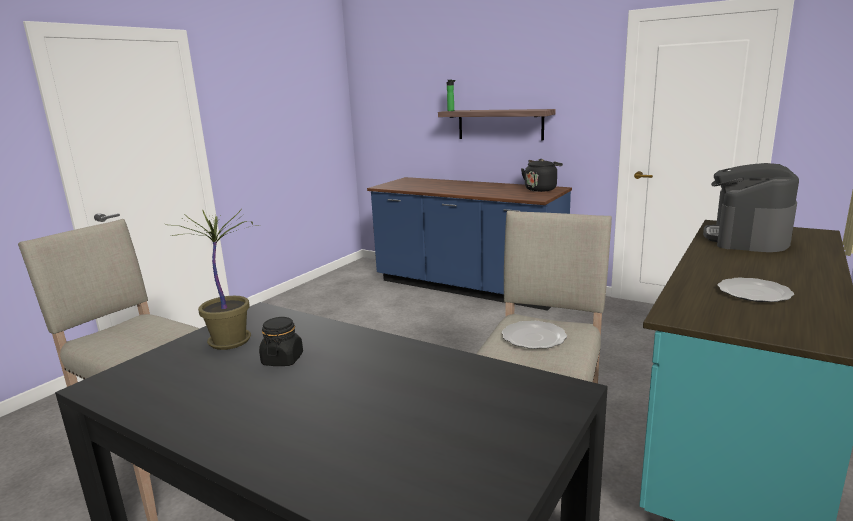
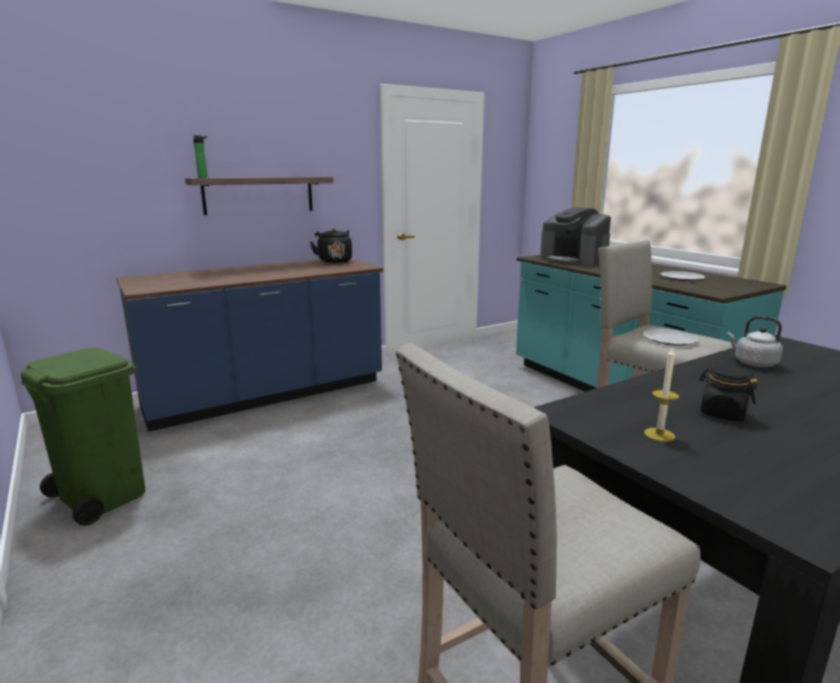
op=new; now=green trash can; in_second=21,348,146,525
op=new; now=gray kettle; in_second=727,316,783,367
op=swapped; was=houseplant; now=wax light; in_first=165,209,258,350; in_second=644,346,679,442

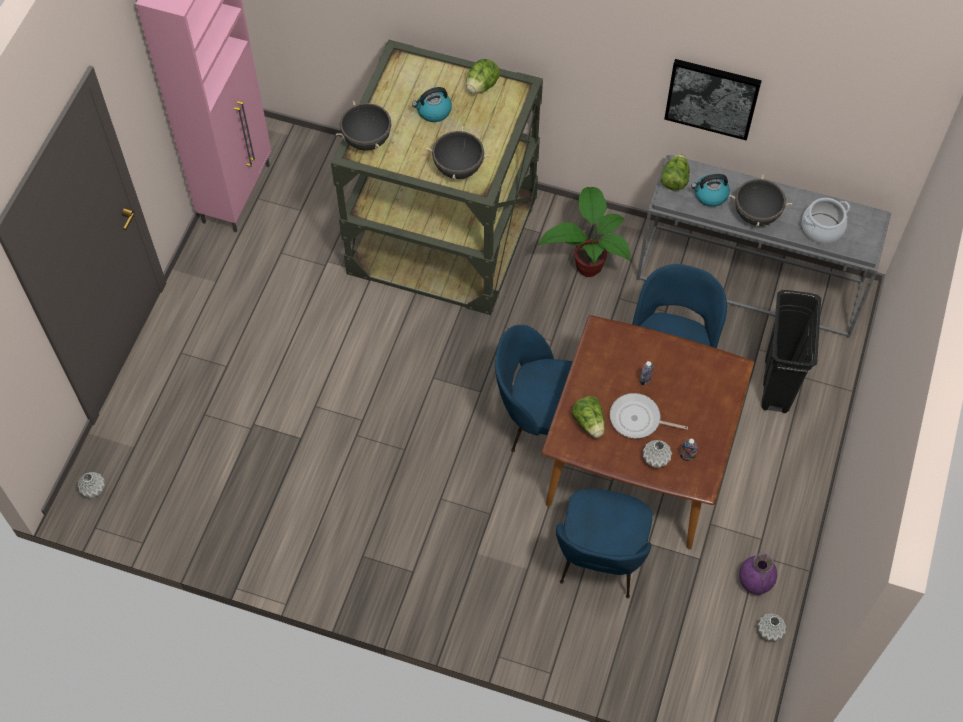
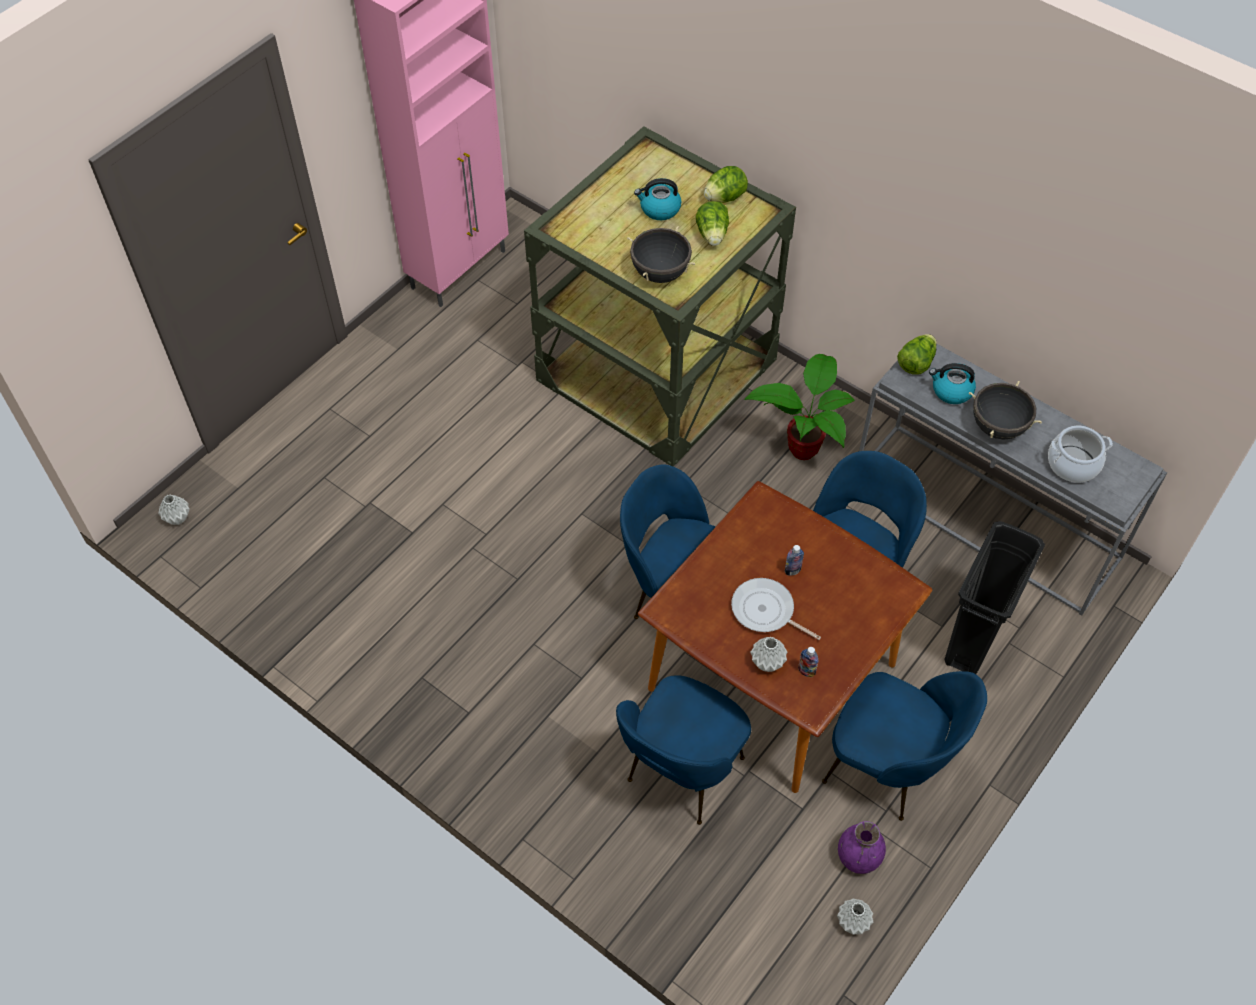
op=gone; was=black-coloured stockpot; in_first=336,101,395,151
op=gone; was=picture; in_first=664,59,762,141
op=new; now=blue-coloured upright chair; in_second=822,671,987,821
op=shifted; was=lettuce; in_first=572,396,605,438; in_second=696,201,729,246

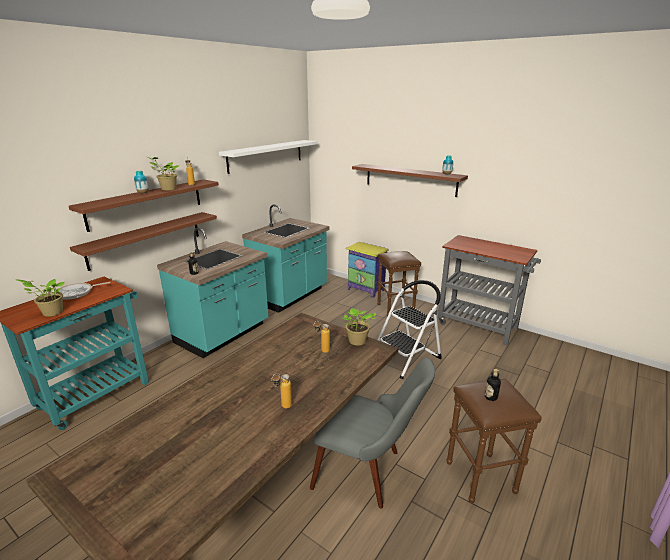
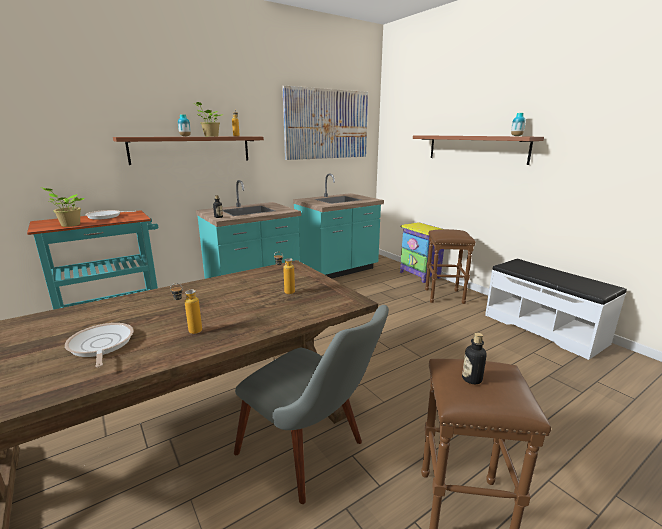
op=gone; was=brown wall shelf; in_first=70,212,217,271
op=gone; was=houseplant; in_first=342,308,376,346
op=gone; was=stepladder; in_first=378,280,442,379
op=new; now=frying pan; in_second=65,323,133,367
op=swapped; was=white-coloured wall shelf; now=picture; in_first=219,140,317,174; in_second=282,86,368,160
op=swapped; was=gray wheeled cart; now=white-coloured bench; in_first=438,235,541,345; in_second=485,259,627,360

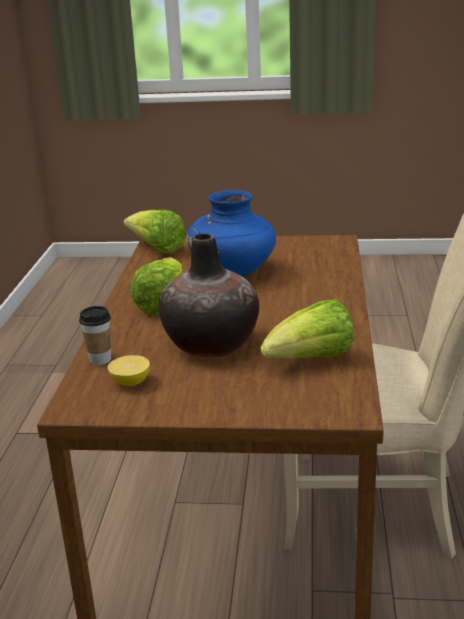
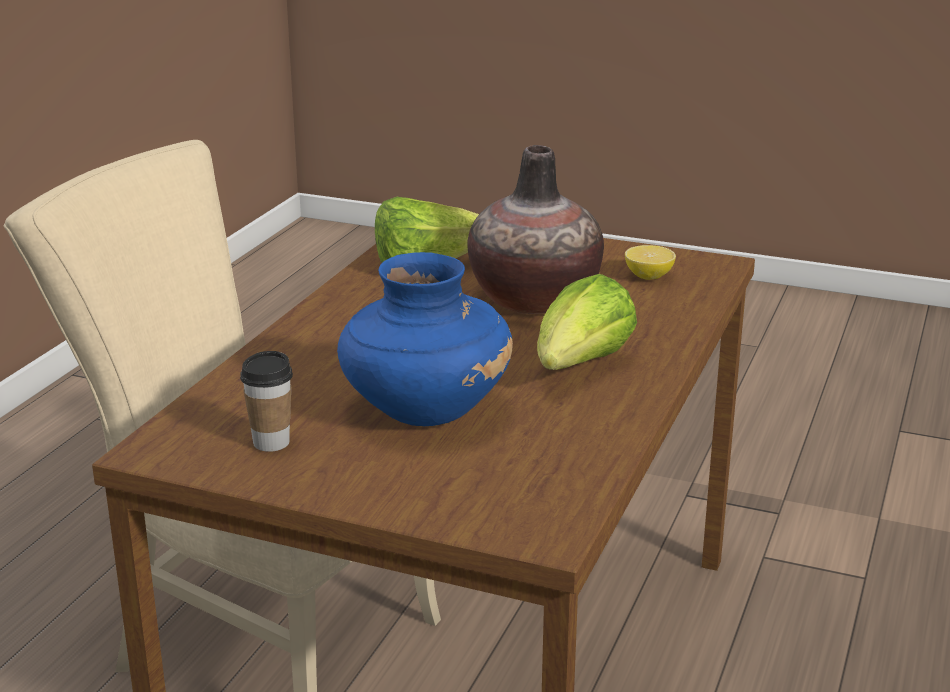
op=gone; was=lettuce; in_first=124,210,186,254
op=shifted; was=drinking cup; in_first=79,306,111,365; in_second=240,351,293,452

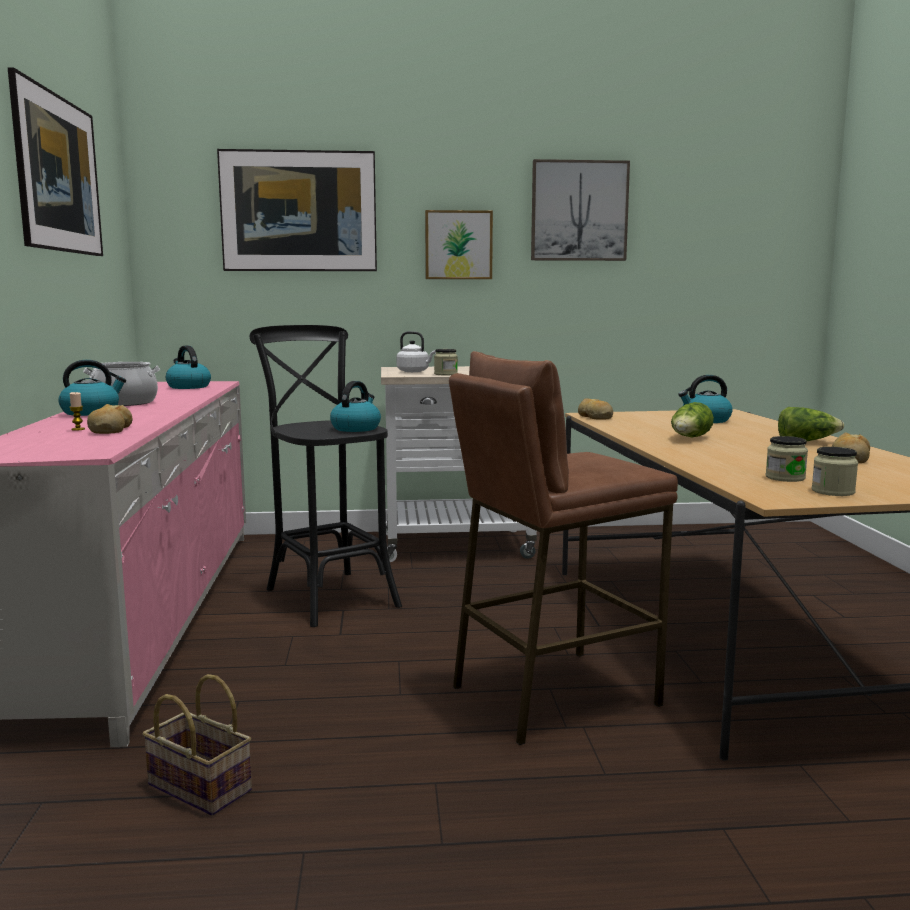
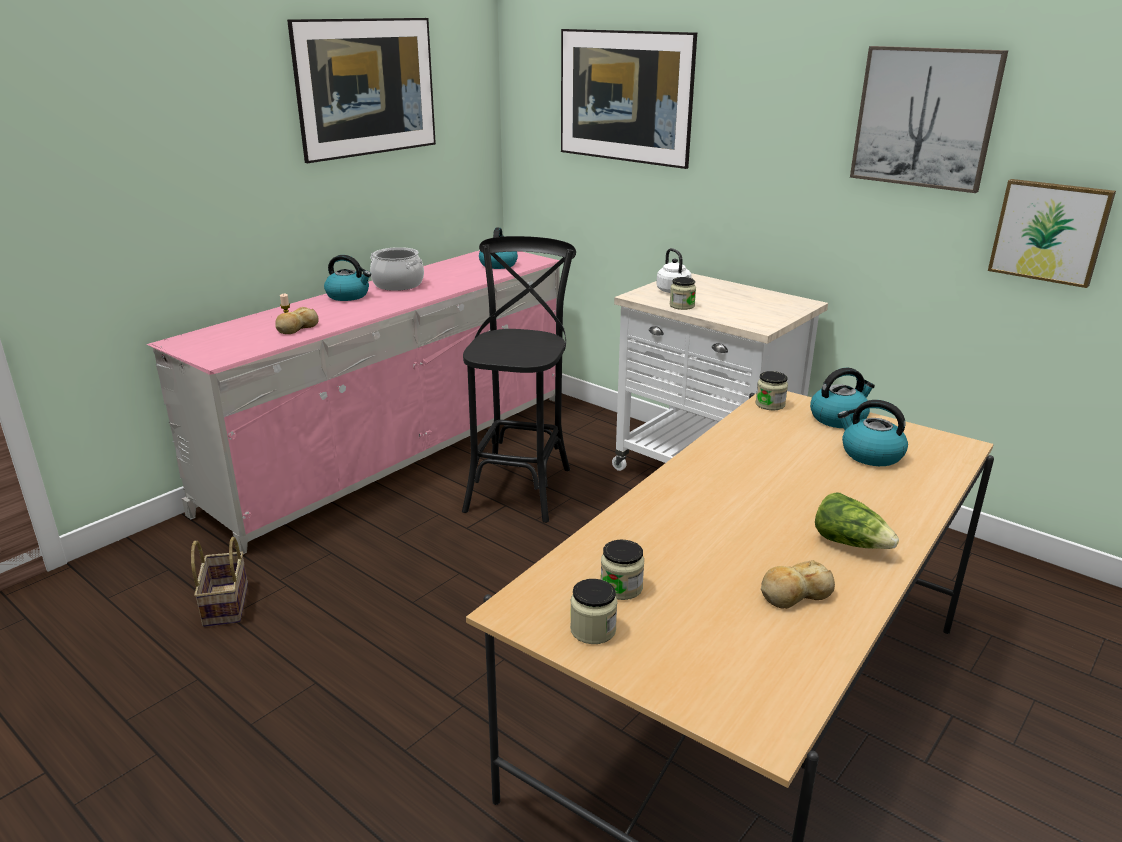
op=gone; was=brown stool; in_first=449,351,678,745
op=gone; was=lettuce; in_first=671,402,714,437
op=shifted; was=kettle; in_first=330,381,381,432; in_second=810,368,875,428
op=shifted; was=picture; in_first=425,210,493,279; in_second=988,179,1116,288
op=swapped; was=baked bread; now=jar; in_first=578,398,613,420; in_second=755,371,788,410

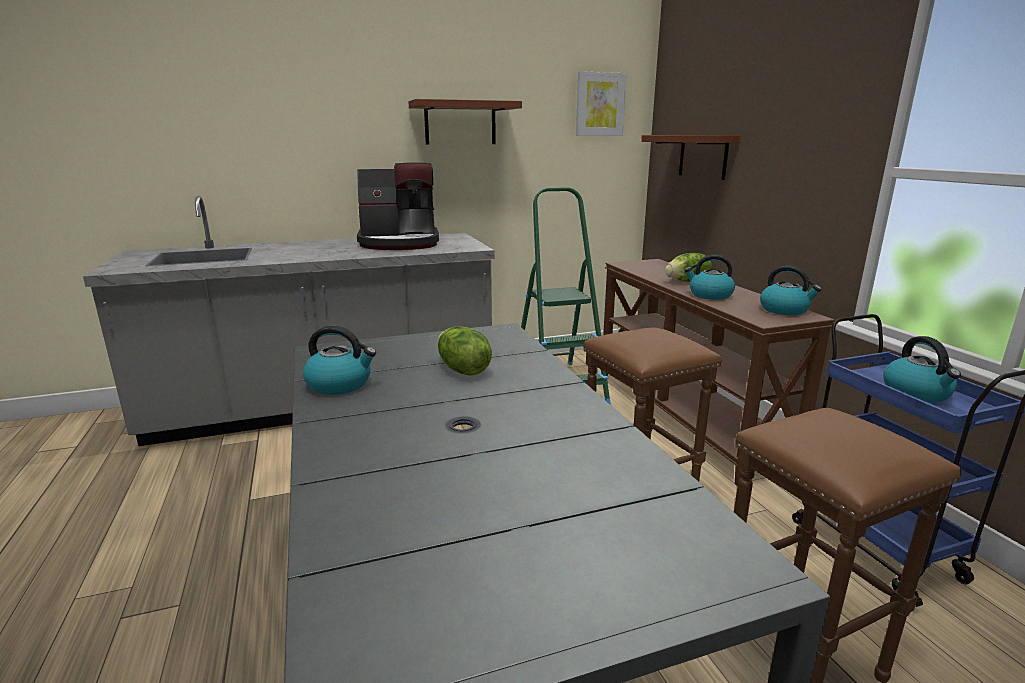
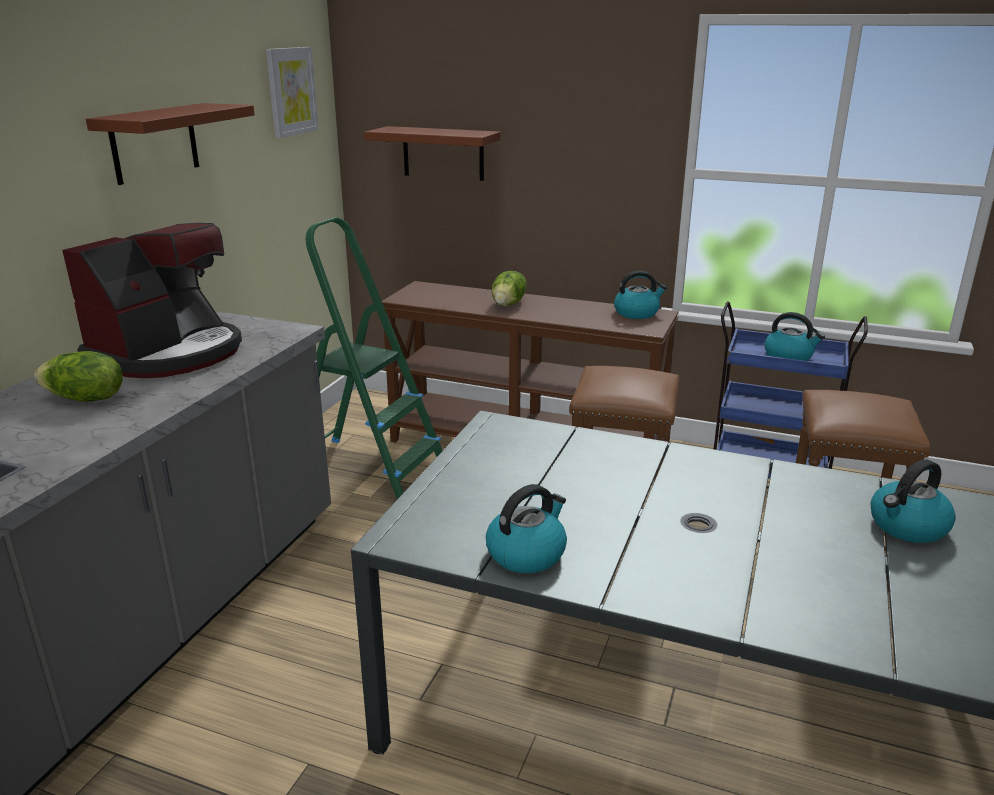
op=shifted; was=lettuce; in_first=437,326,492,376; in_second=34,351,123,402
op=shifted; was=kettle; in_first=684,255,735,300; in_second=870,460,956,543

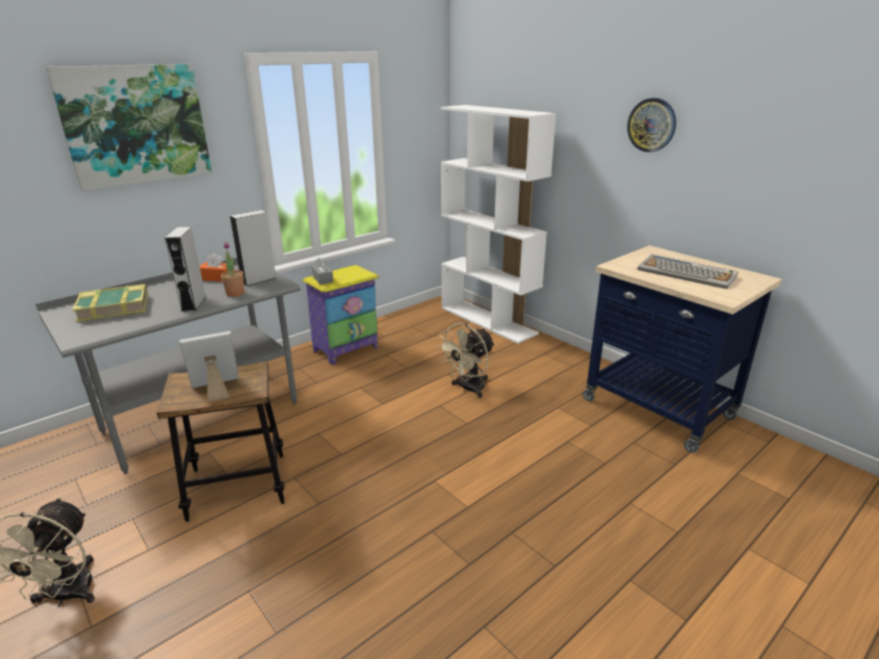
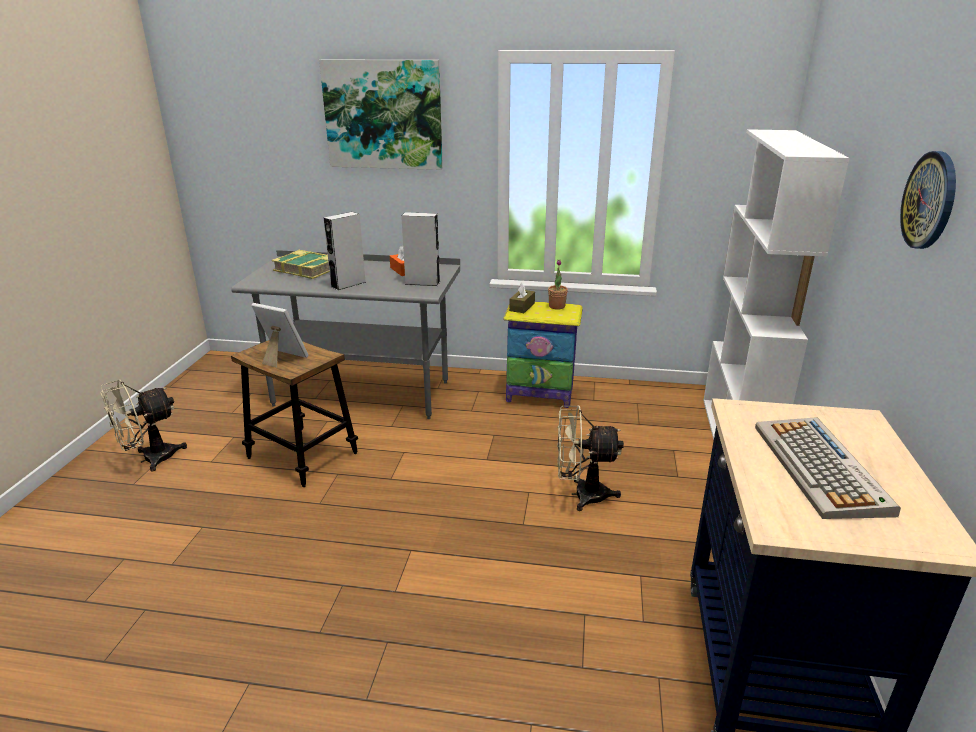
op=shifted; was=houseplant; in_first=221,242,245,297; in_second=548,260,568,309
op=repainted; was=gray box of tissues; now=brown box of tissues; in_first=312,258,333,285; in_second=509,283,535,313

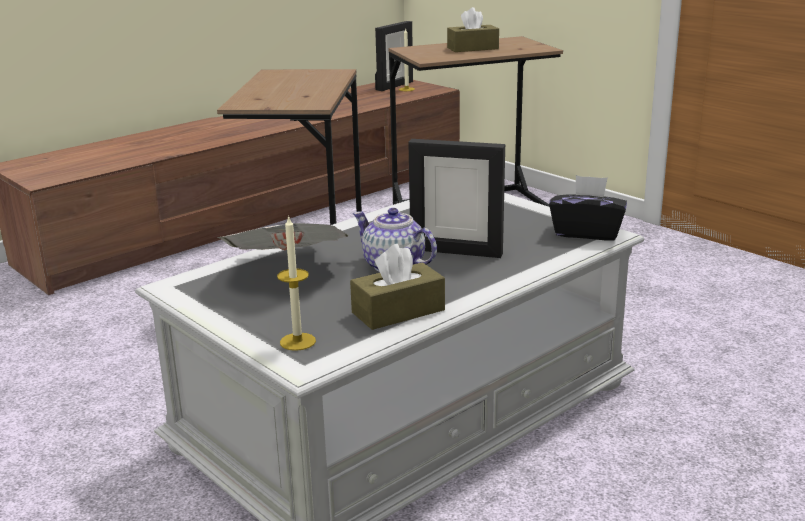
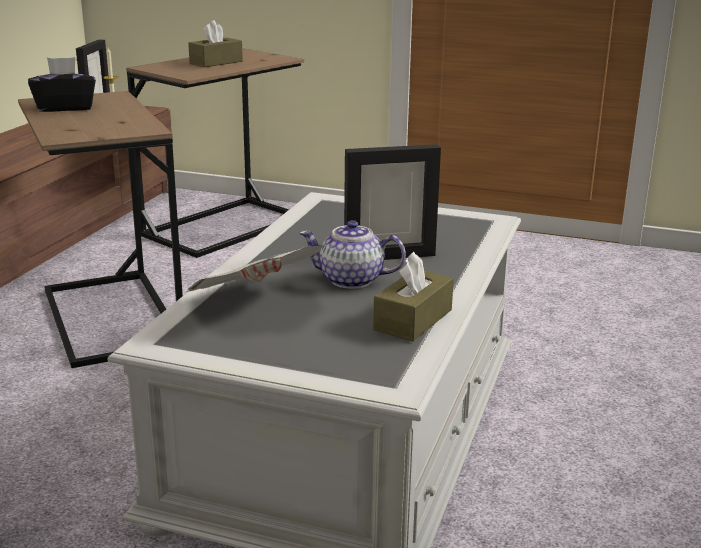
op=gone; was=wax light; in_first=277,215,316,351
op=shifted; was=black-coloured box of tissues; in_first=549,175,627,240; in_second=28,57,96,112

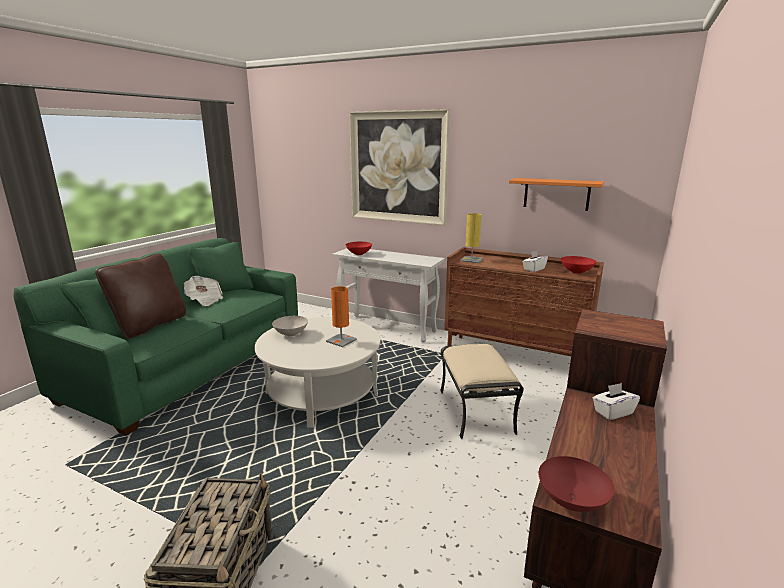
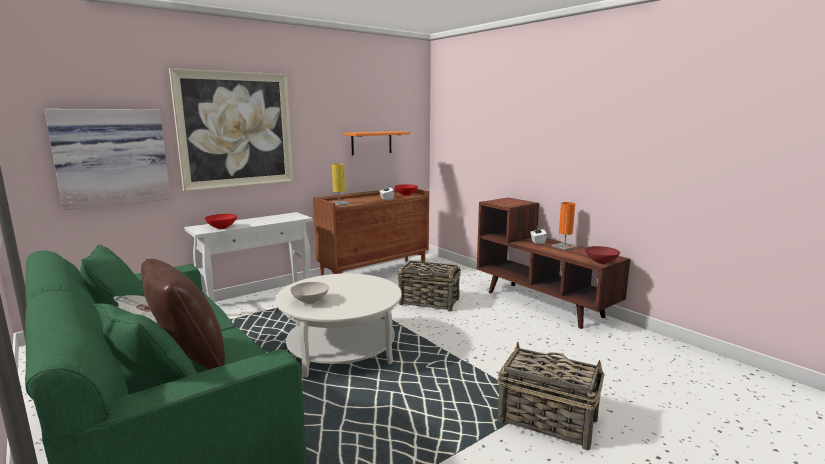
op=new; now=picture; in_second=45,109,171,210
op=shifted; was=orangey lamp for a table; in_first=326,286,357,347; in_second=552,202,578,250
op=swapped; was=sand-coloured pouffe; now=household basket; in_first=440,344,524,439; in_second=397,261,461,312

